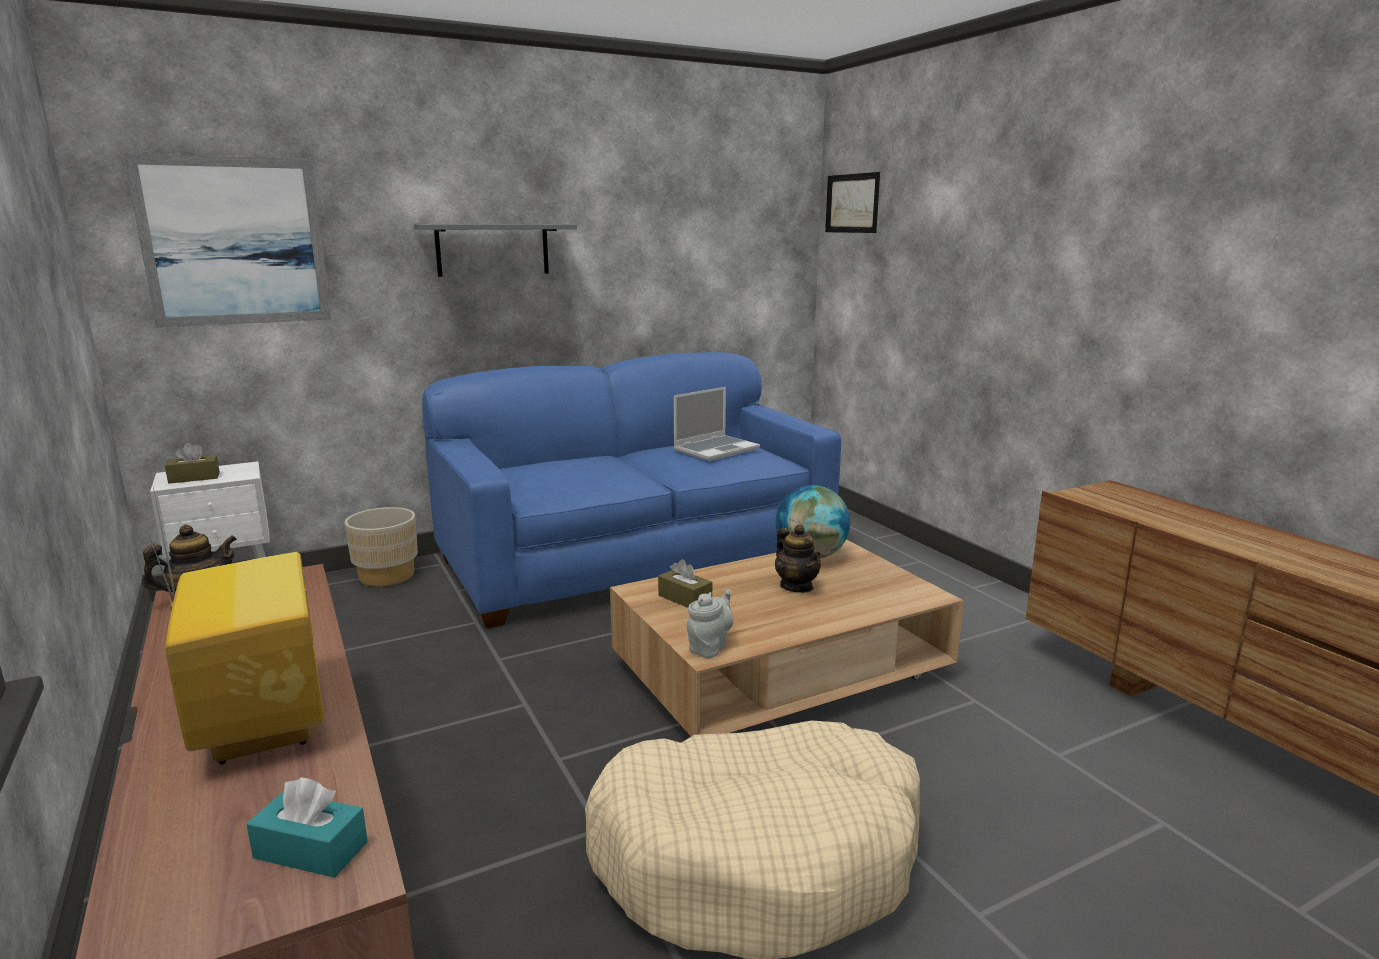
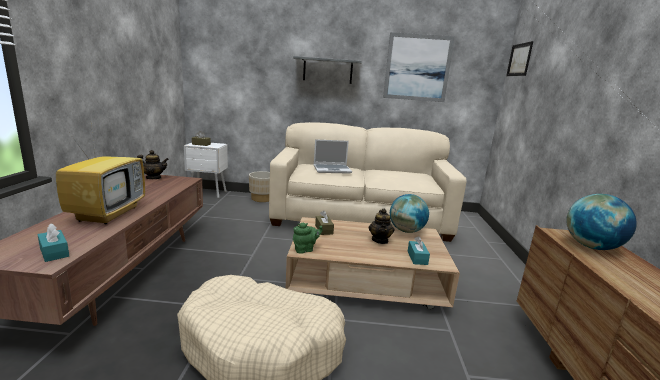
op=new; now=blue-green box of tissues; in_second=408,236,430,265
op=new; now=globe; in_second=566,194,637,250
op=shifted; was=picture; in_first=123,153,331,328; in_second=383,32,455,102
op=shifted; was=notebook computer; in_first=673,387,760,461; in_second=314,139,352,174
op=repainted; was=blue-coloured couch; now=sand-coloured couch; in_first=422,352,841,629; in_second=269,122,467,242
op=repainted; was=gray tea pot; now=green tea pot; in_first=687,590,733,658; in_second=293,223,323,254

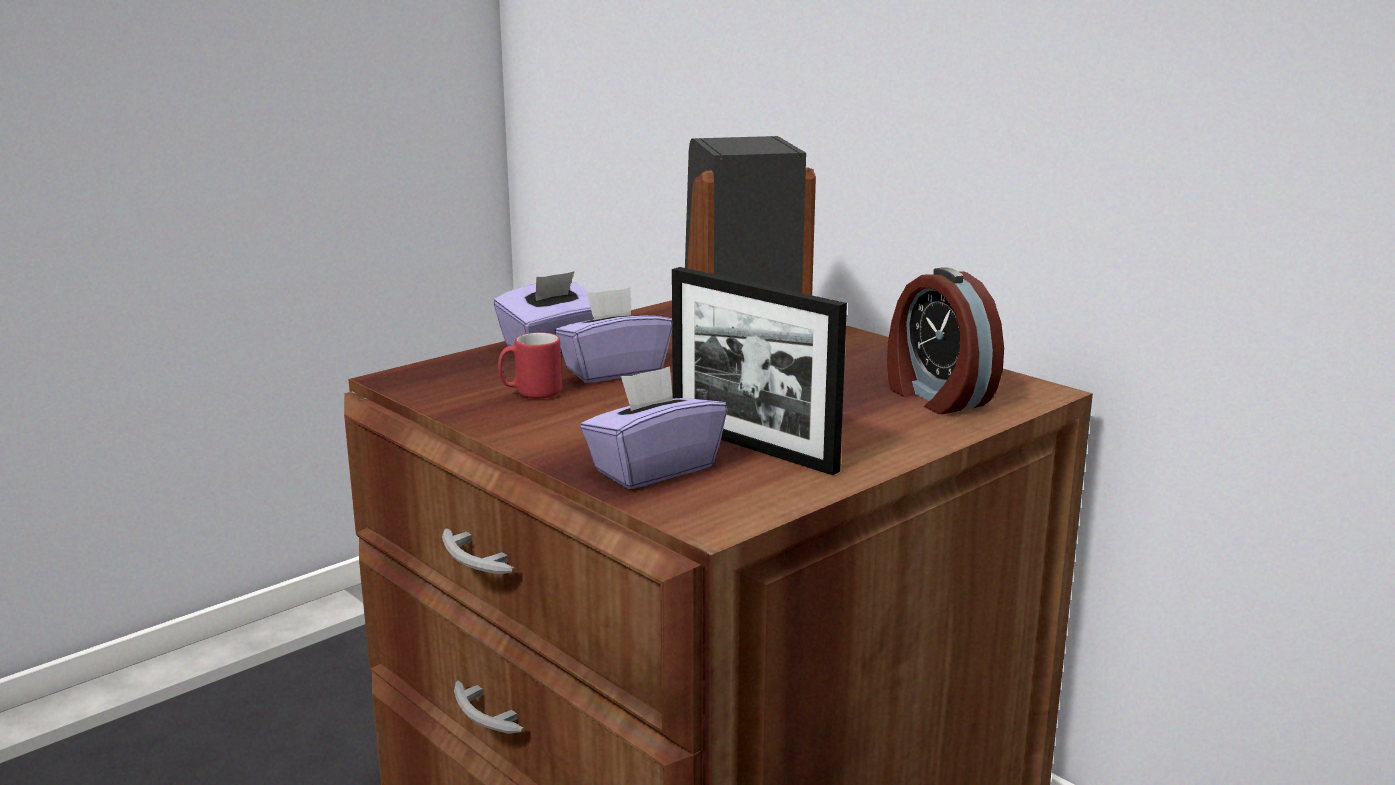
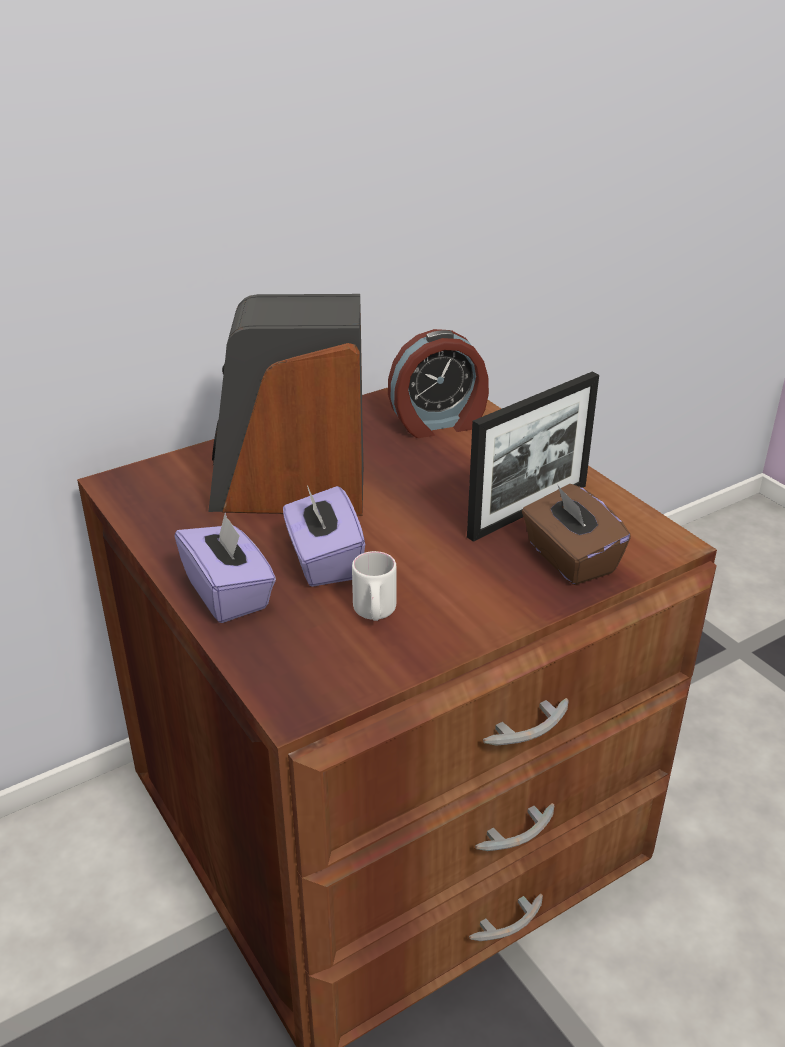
op=repainted; was=red tea mug; now=white-coloured tea mug; in_first=498,333,562,399; in_second=352,551,396,621
op=repainted; was=purple-coloured box of tissues; now=brown box of tissues; in_first=580,366,727,489; in_second=522,484,631,585

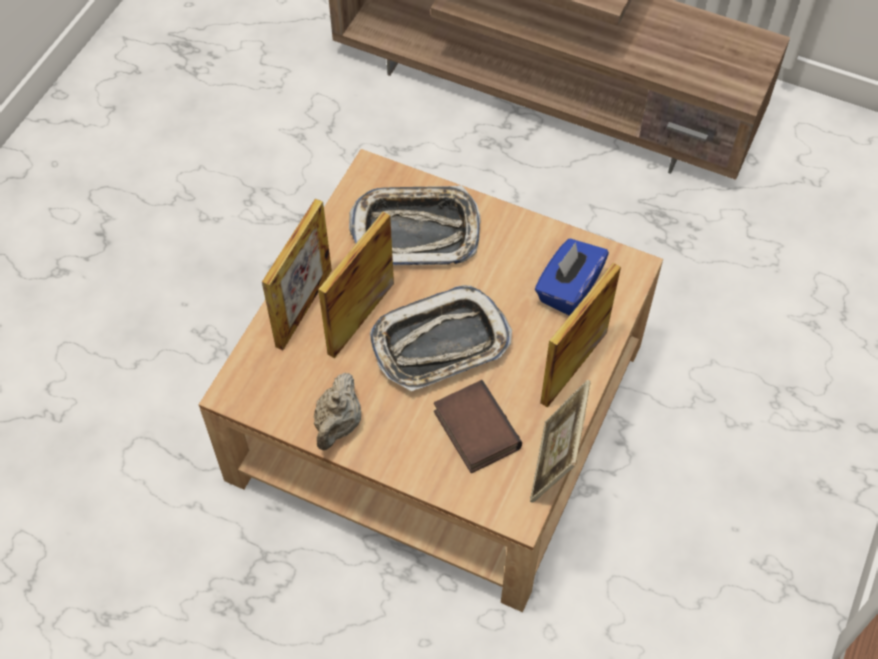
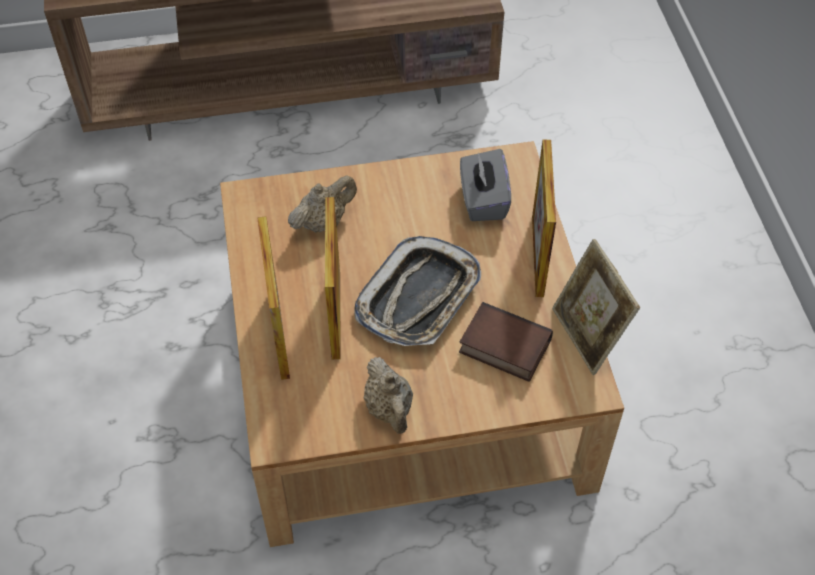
op=swapped; was=serving tray; now=sand-coloured tea pot; in_first=349,185,481,265; in_second=288,175,357,233
op=repainted; was=blue-coloured box of tissues; now=gray box of tissues; in_first=535,239,609,316; in_second=460,149,511,221

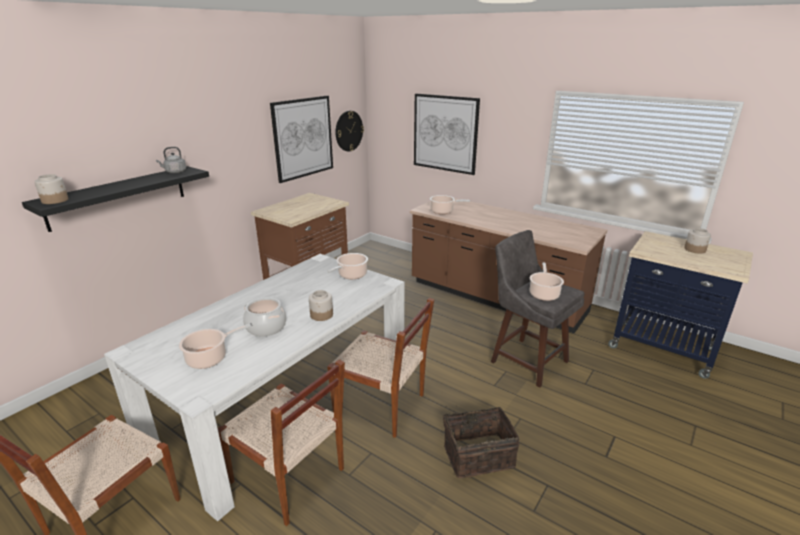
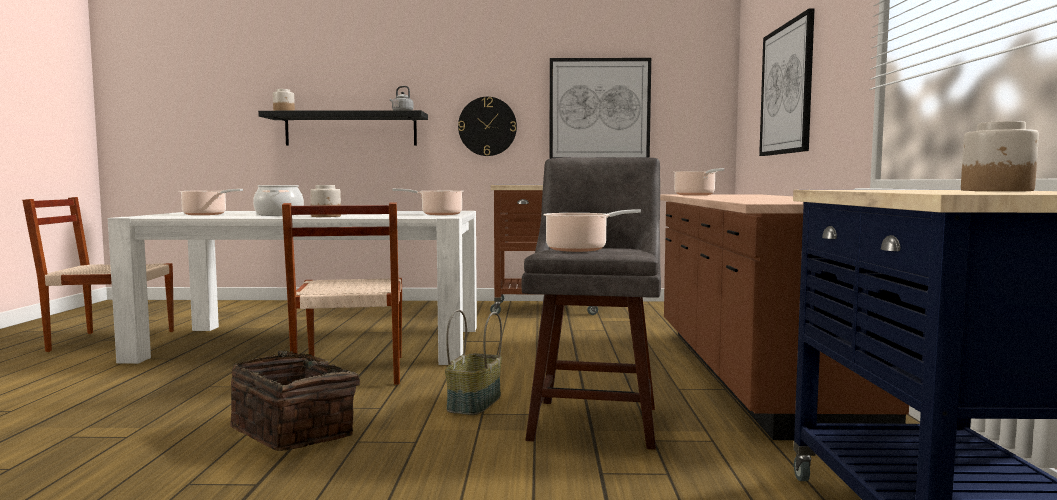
op=gone; was=upright chair; in_first=218,359,345,526
op=new; now=household basket; in_second=445,309,502,415
op=shifted; was=clock on the wall; in_first=335,111,364,152; in_second=458,97,517,156

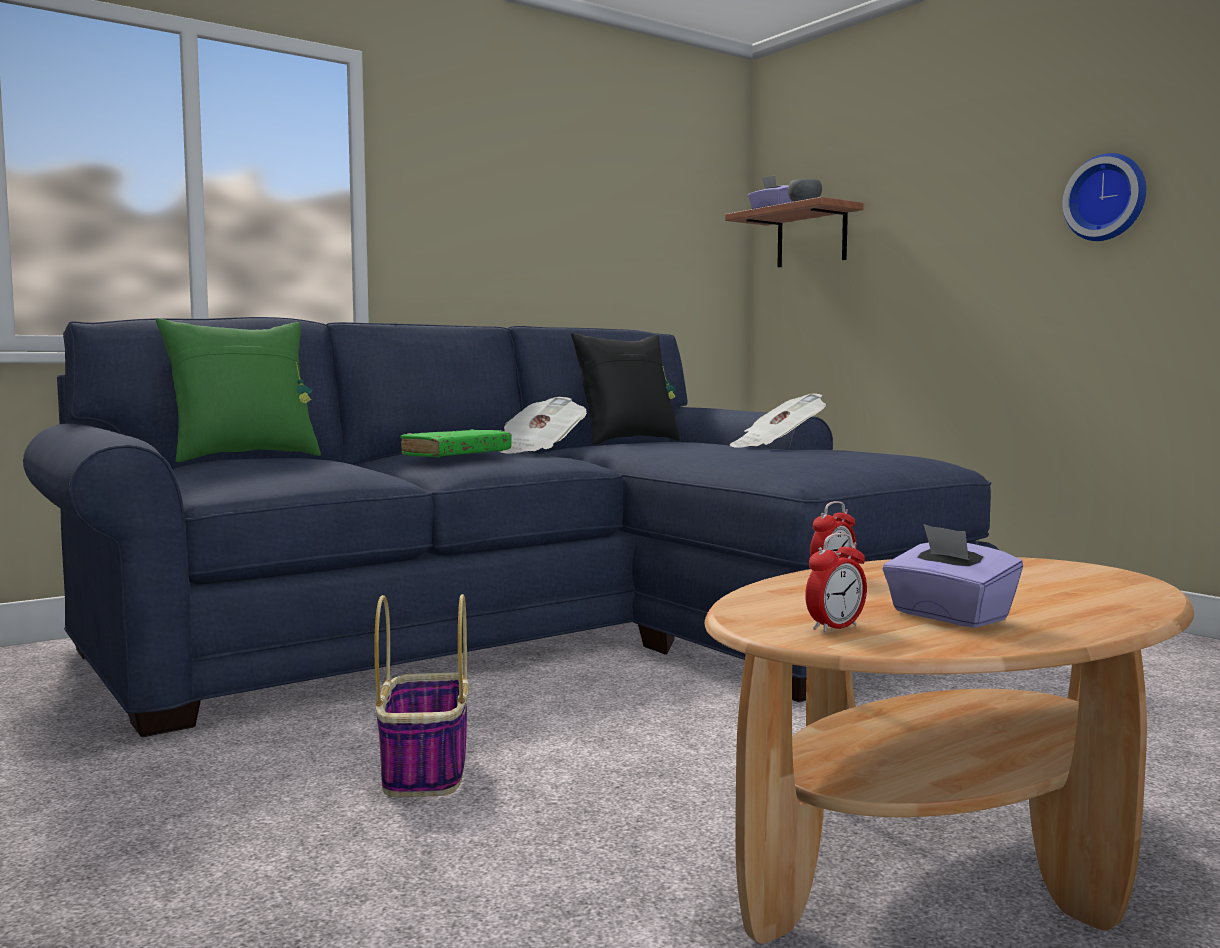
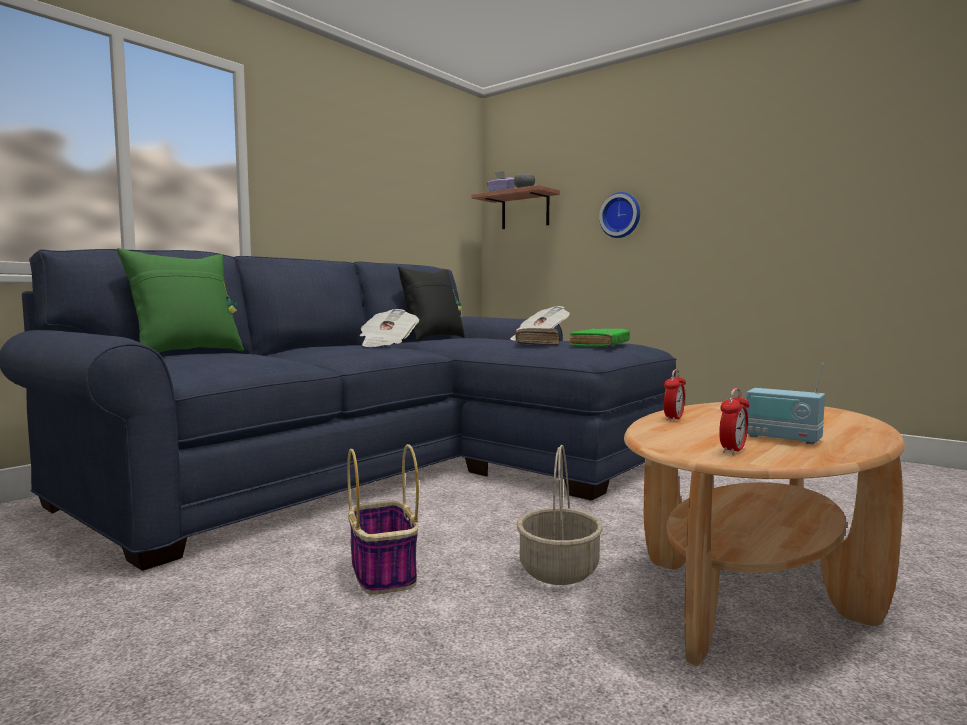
op=new; now=brown book; in_second=516,328,559,346
op=new; now=household basket; in_second=517,445,603,585
op=shifted; was=green book; in_first=400,429,512,458; in_second=570,328,630,347
op=shifted; was=clock on the wall; in_first=1062,153,1146,241; in_second=599,192,640,238
op=swapped; was=purple-coloured box of tissues; now=radio; in_first=882,524,1023,628; in_second=746,363,825,445

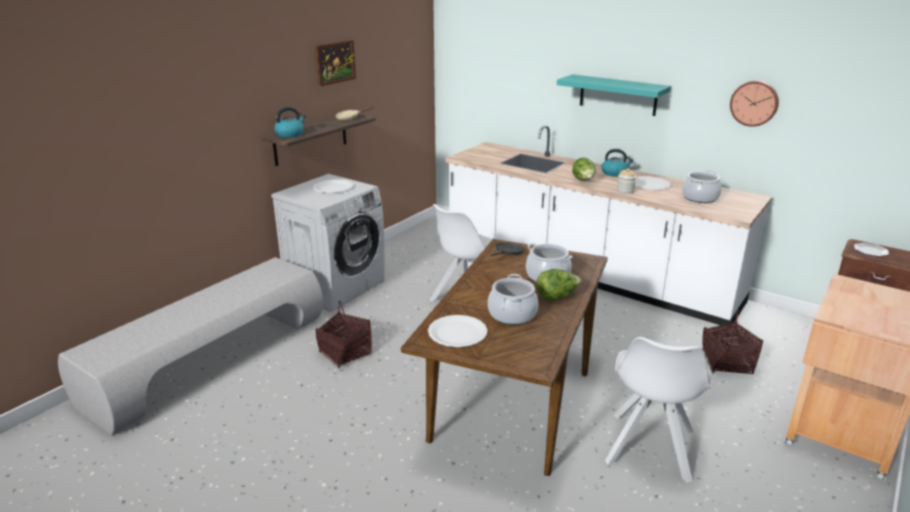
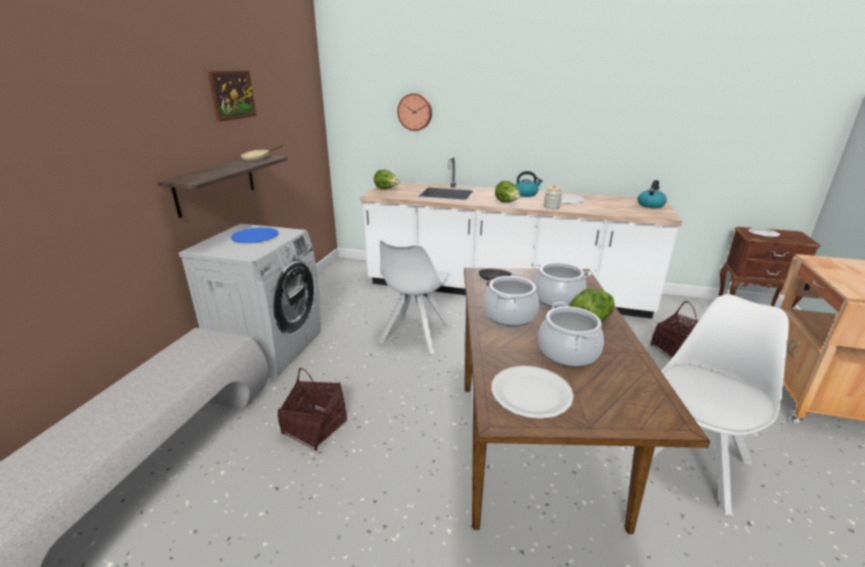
op=gone; was=blue-green wall shelf; in_first=557,74,671,116
op=new; now=lettuce; in_second=374,170,399,189
op=shifted; was=kettle; in_first=274,107,306,138; in_second=638,180,667,208
op=shifted; was=stockpot; in_first=682,171,722,203; in_second=484,273,539,326
op=shifted; was=clock on the wall; in_first=730,81,779,127; in_second=397,93,432,131
op=repainted; was=white-coloured plate; now=blue-coloured plate; in_first=313,179,353,193; in_second=231,227,278,243
op=rotated; was=white-coloured upright chair; in_first=605,337,711,483; in_second=652,294,789,515; clockwise=-135

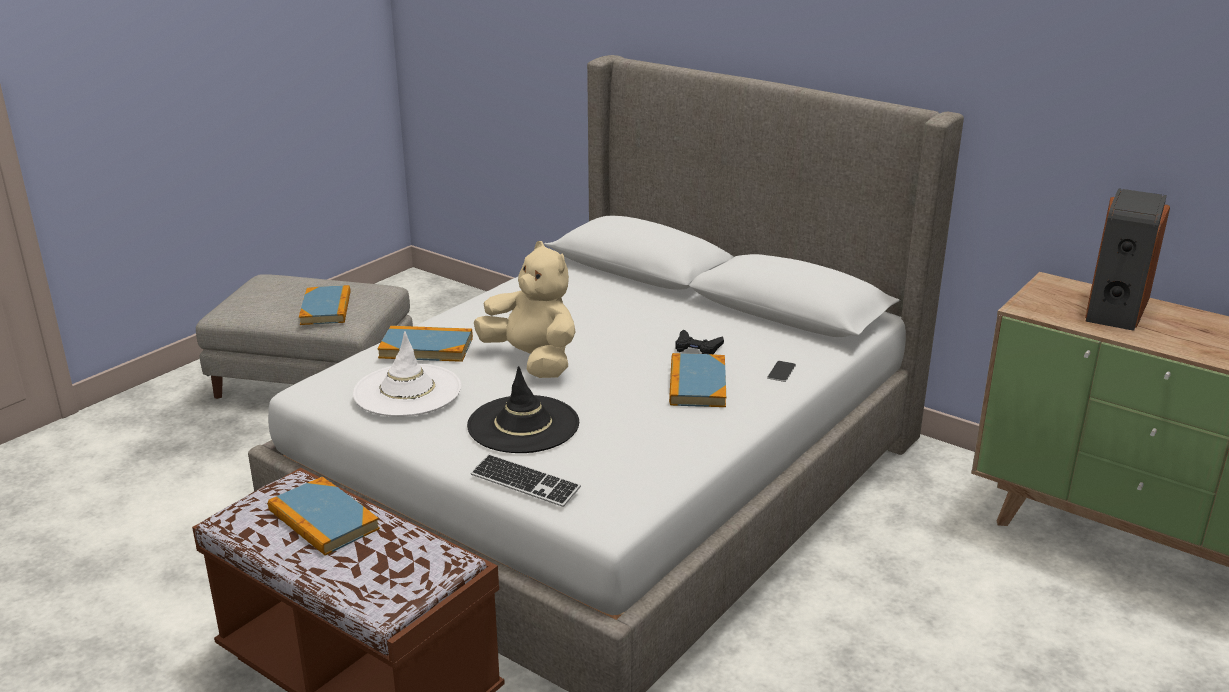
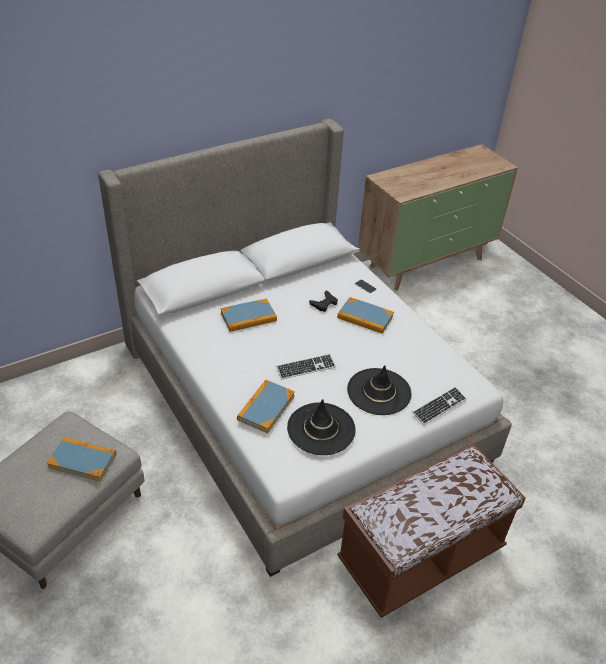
op=gone; was=audio speaker; in_first=1085,188,1170,331
op=shifted; was=book; in_first=268,476,380,555; in_second=220,299,277,332
op=swapped; was=sand-coloured plush toy; now=keyboard; in_first=474,241,576,378; in_second=276,354,336,379
op=repainted; was=white-coloured hat; now=black-coloured hat; in_first=353,331,461,417; in_second=287,399,355,455

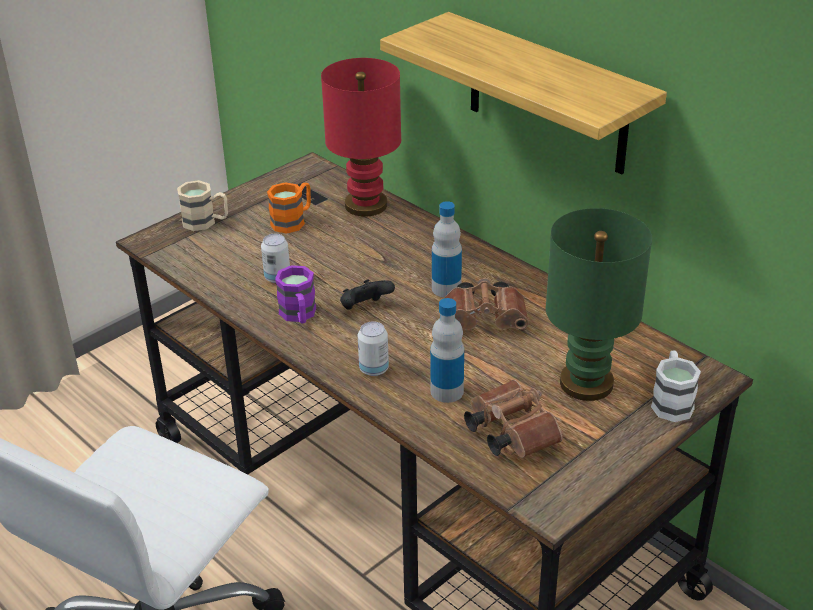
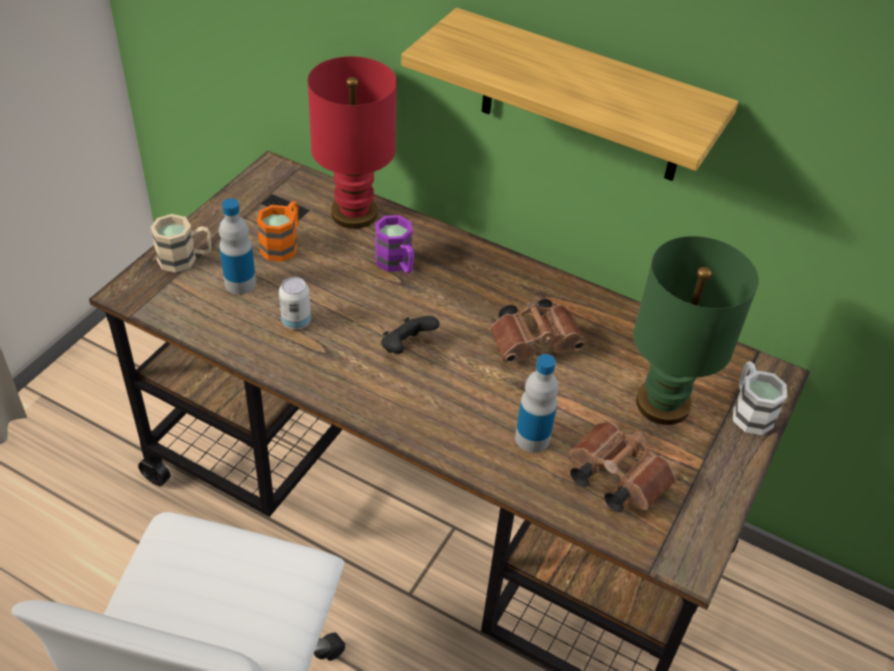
op=gone; was=can; in_first=358,321,389,376
op=shifted; was=purple-coloured tea mug; in_first=275,265,316,323; in_second=375,215,414,273
op=shifted; was=bottle; in_first=432,201,462,297; in_second=219,198,256,295

